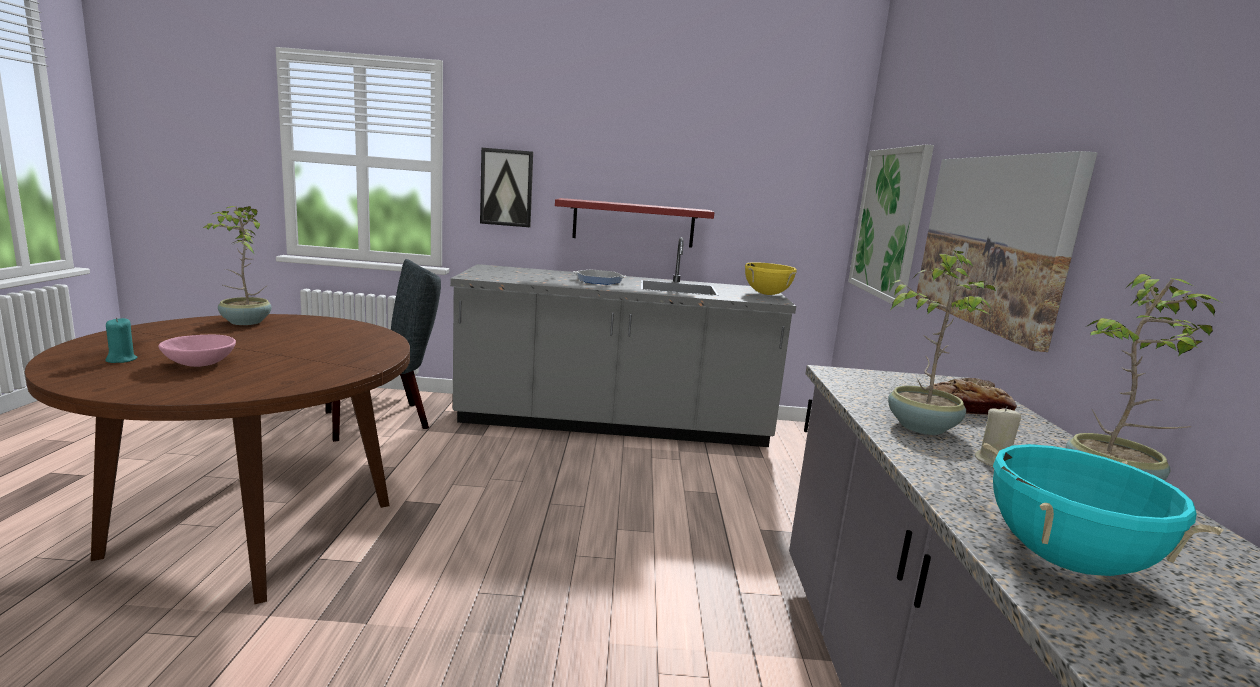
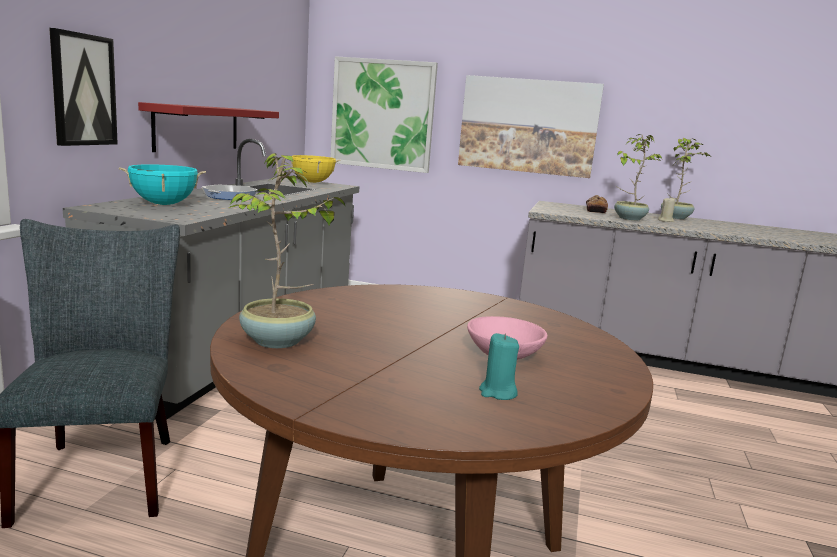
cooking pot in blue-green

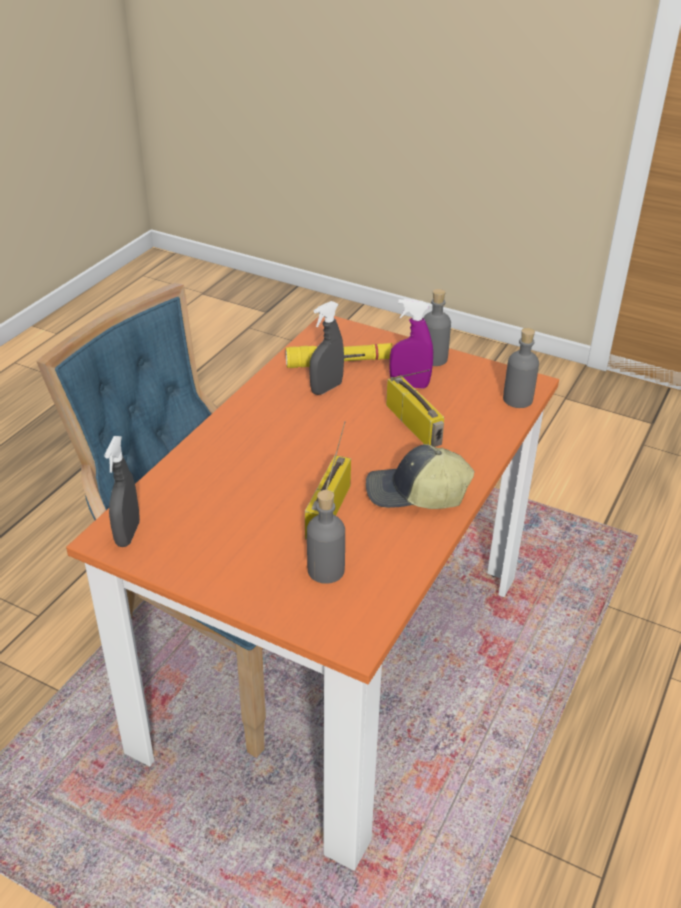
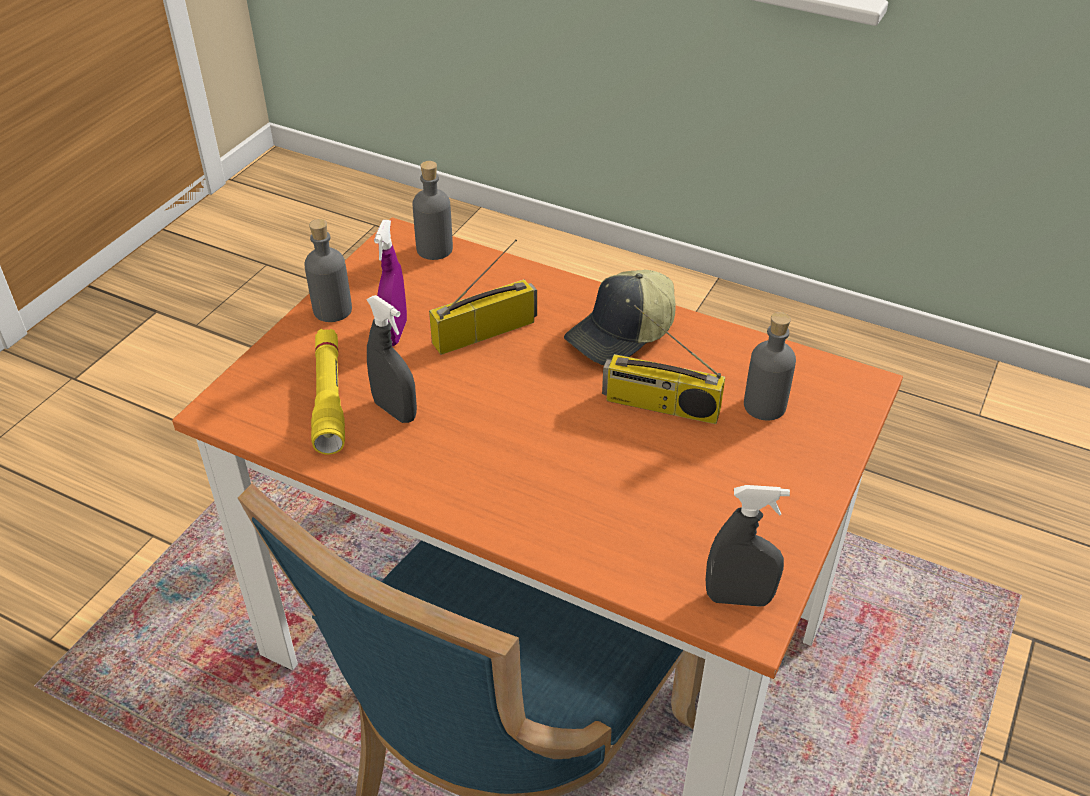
cap

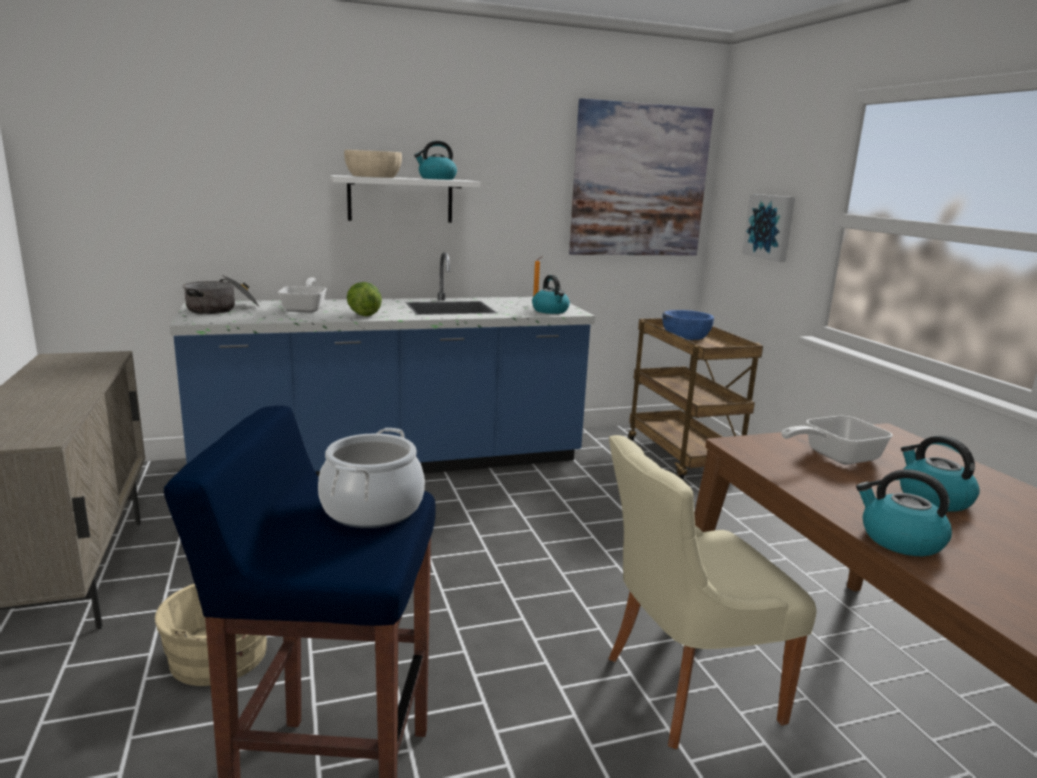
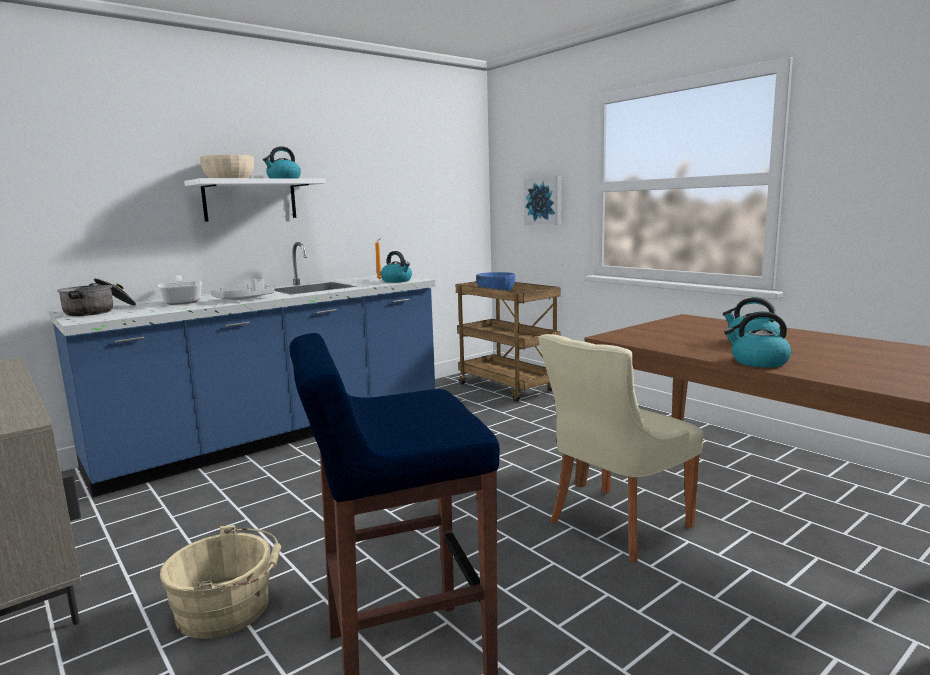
tray in gray
cooking pot (no. 2 from left in the first image)
wall picture (no. 1 from left in the first image)
skillet (no. 2 from left in the first image)

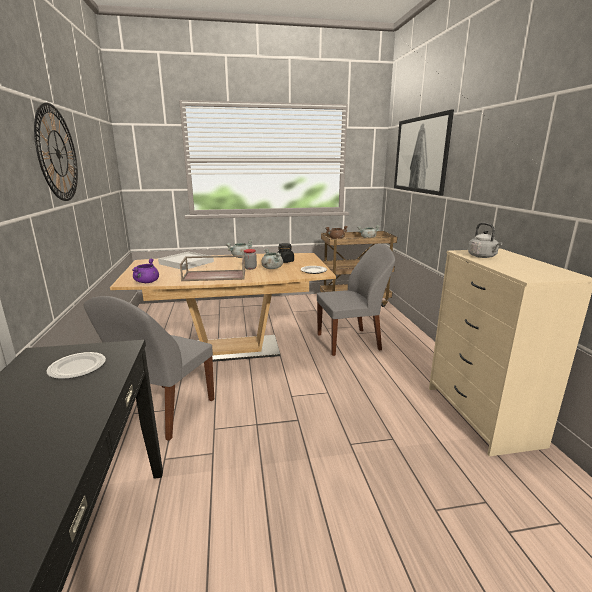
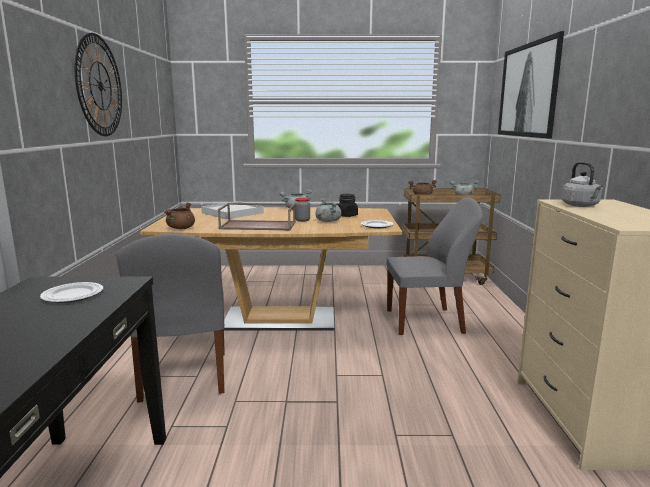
chair in gray (no. 1 from left)
cooking pot in brown-coloured (no. 1 from left)

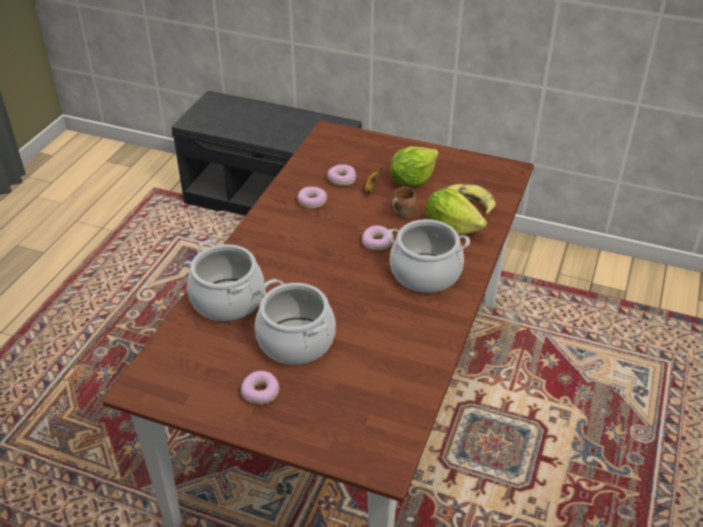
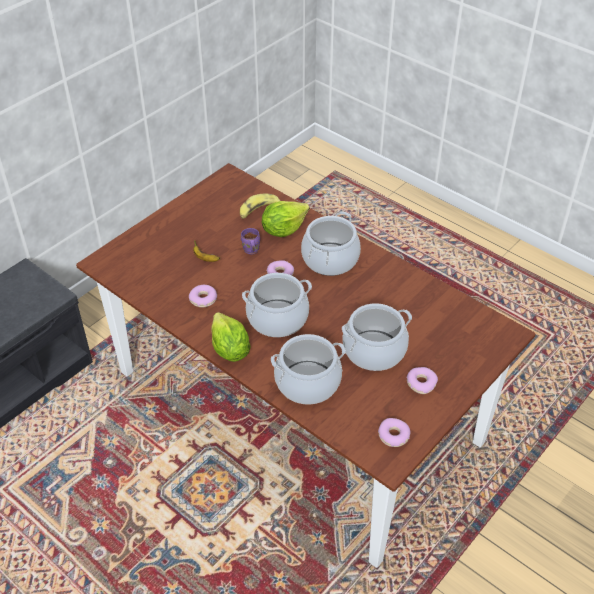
lettuce head (no. 1 from left)
coffee mug in purplish
cooking pot (no. 1 from left)
donut (no. 3 from left)

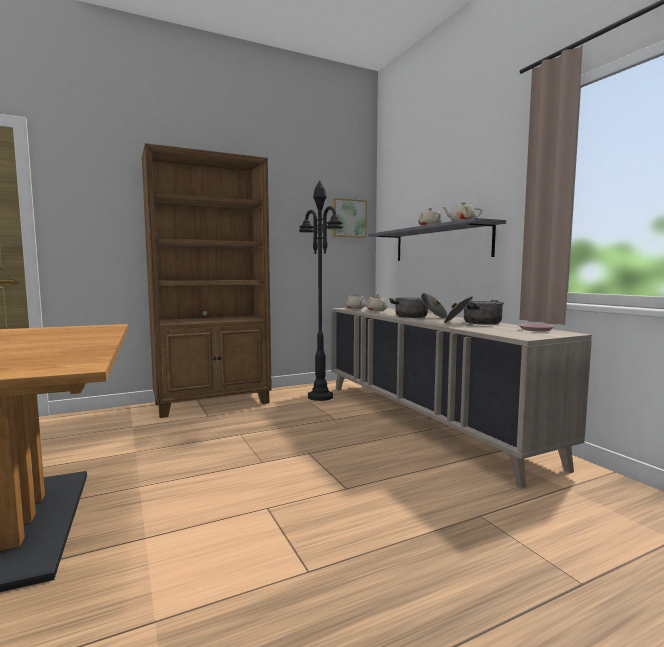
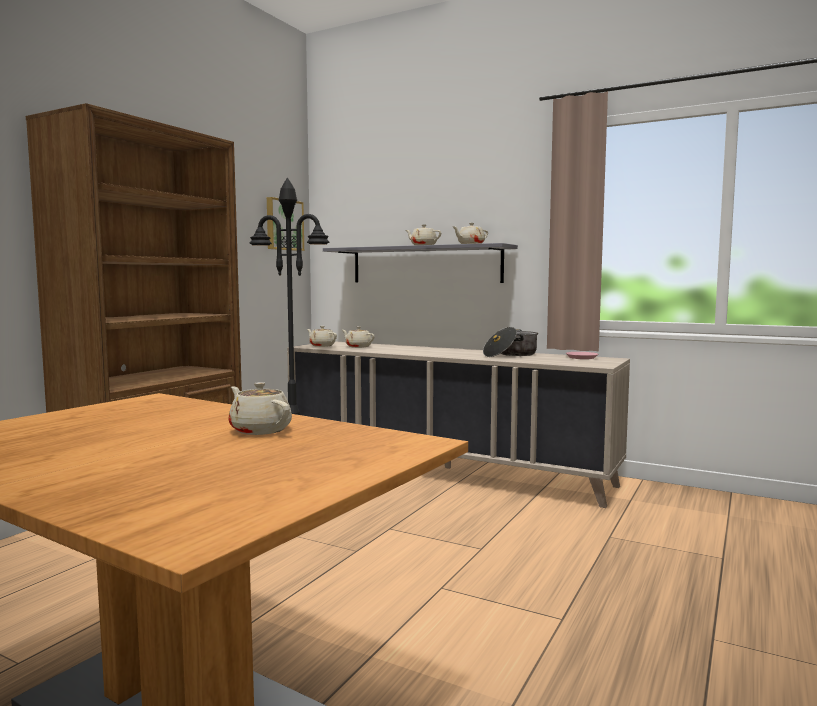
pot for tea in beige (no. 1 from left)
cooking pot (no. 1 from left in the first image)

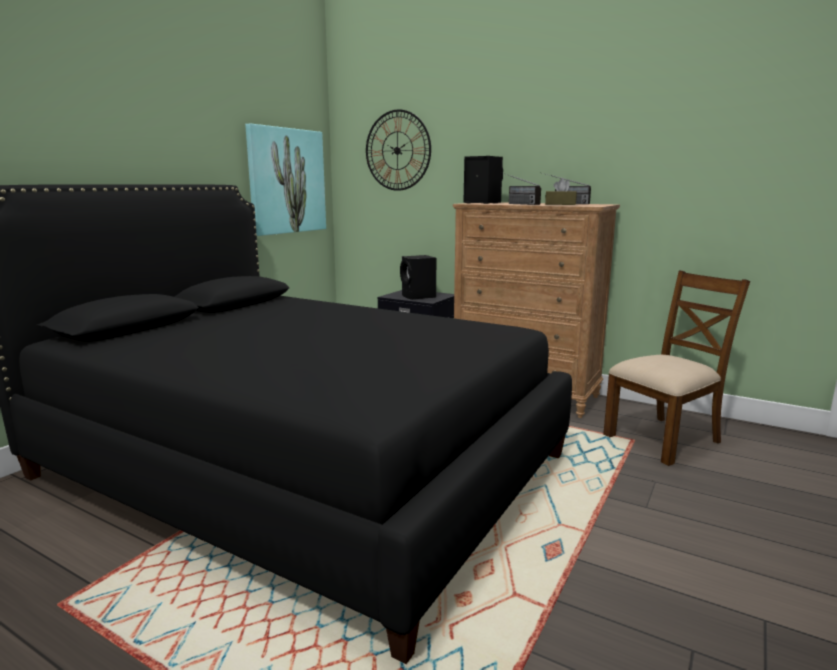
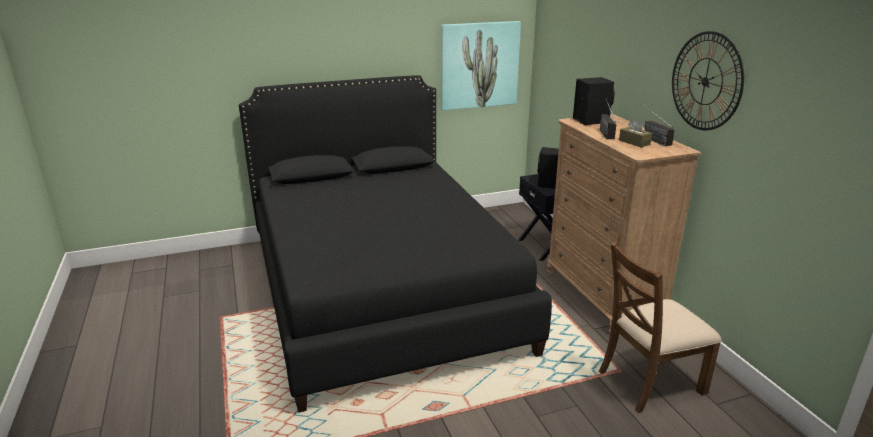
chair in brown-coloured
hanging clock

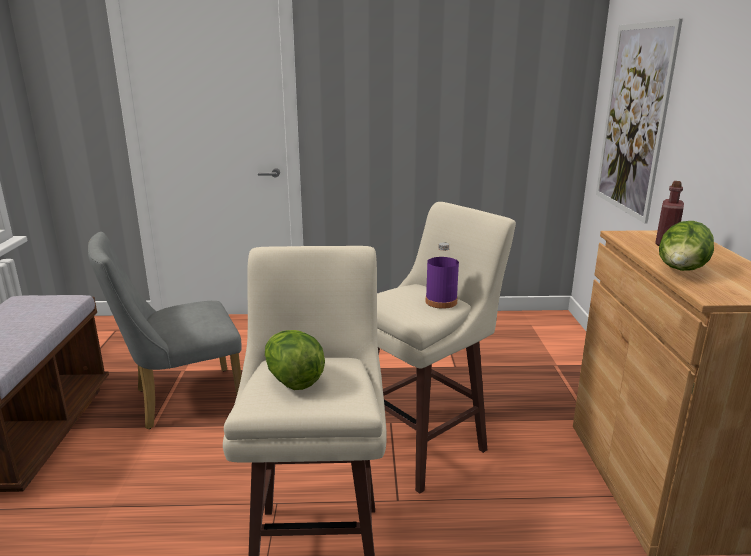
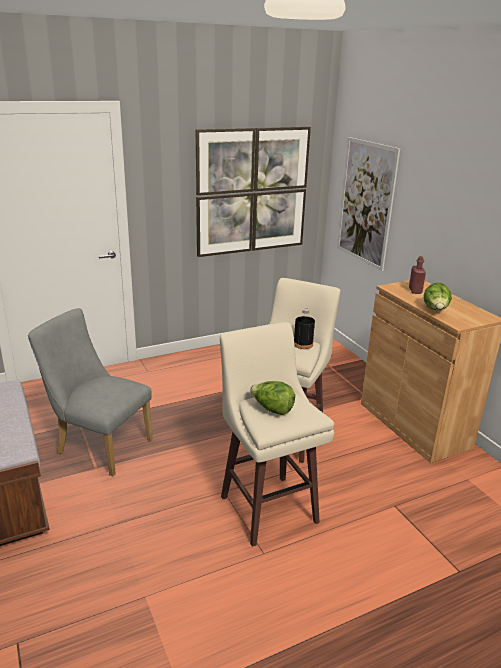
chair in gray
wall picture (no. 1 from left)
bottle in black-coloured

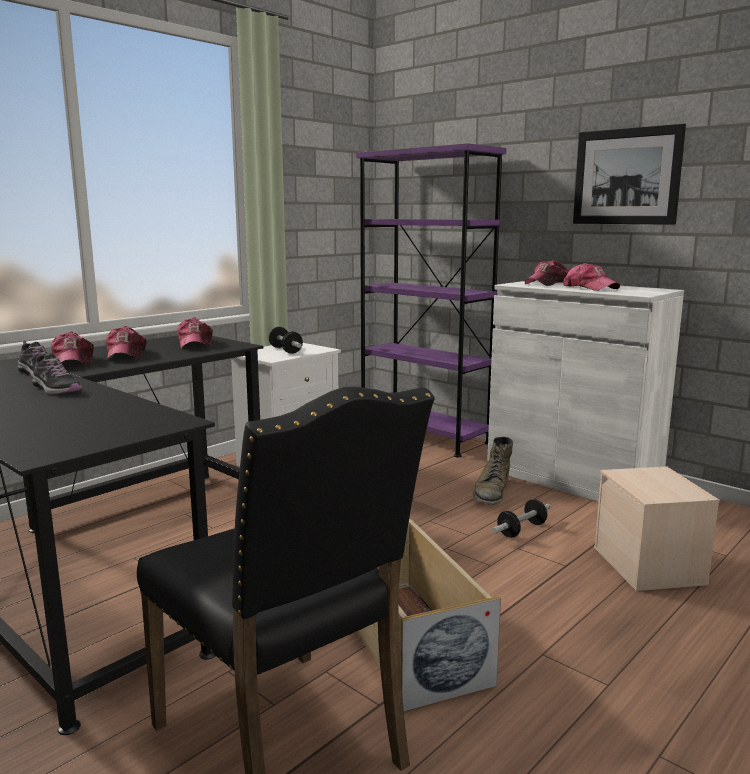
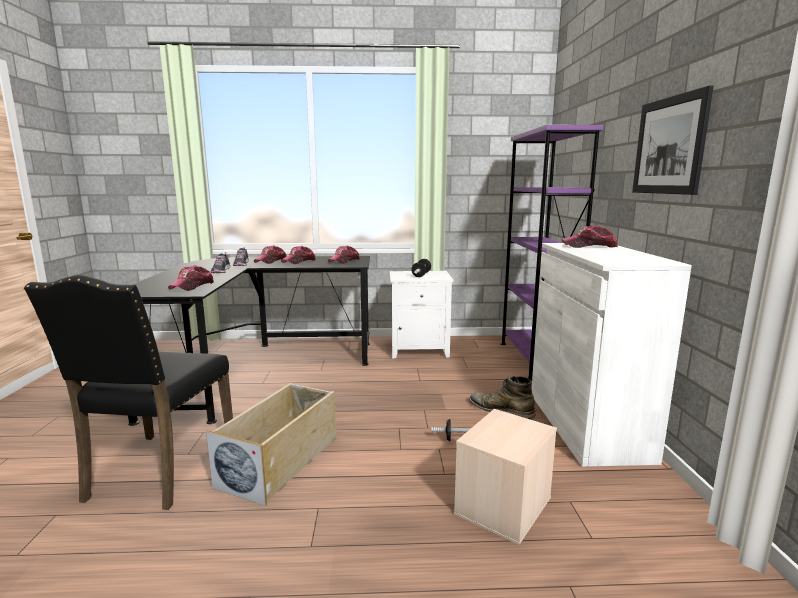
cap (no. 1 from left)
tall boot in green-coloured

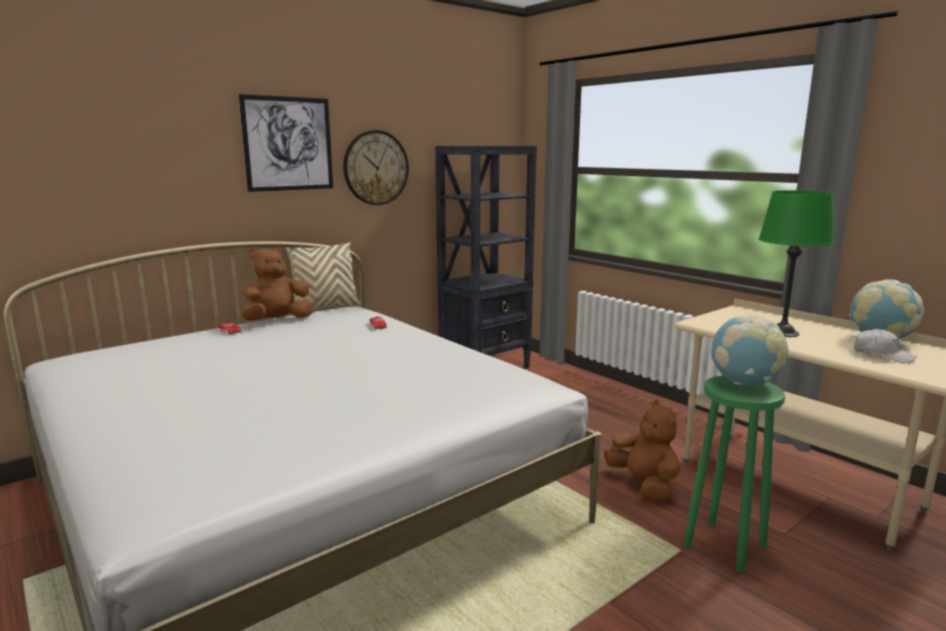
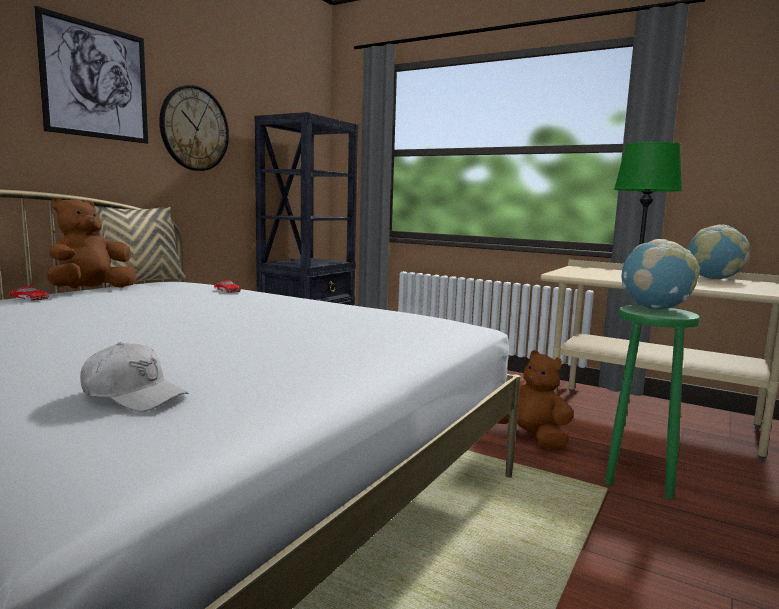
cap in white

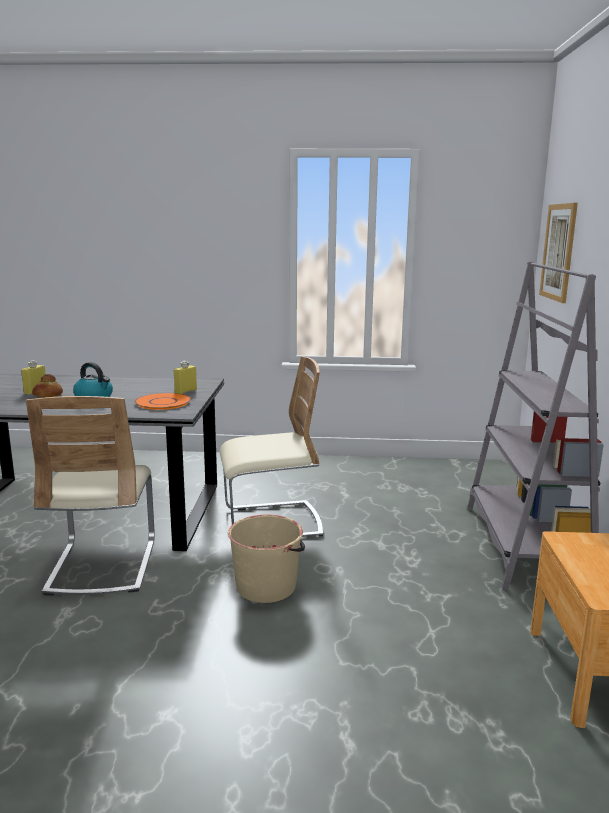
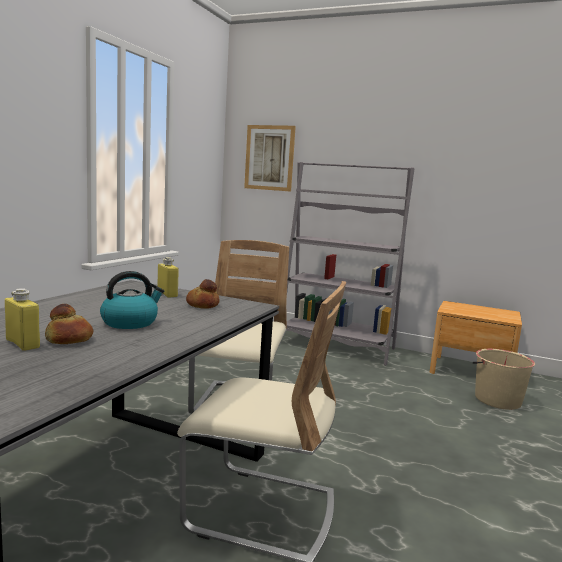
bakery bread (no. 2 from left)
pail in beige

